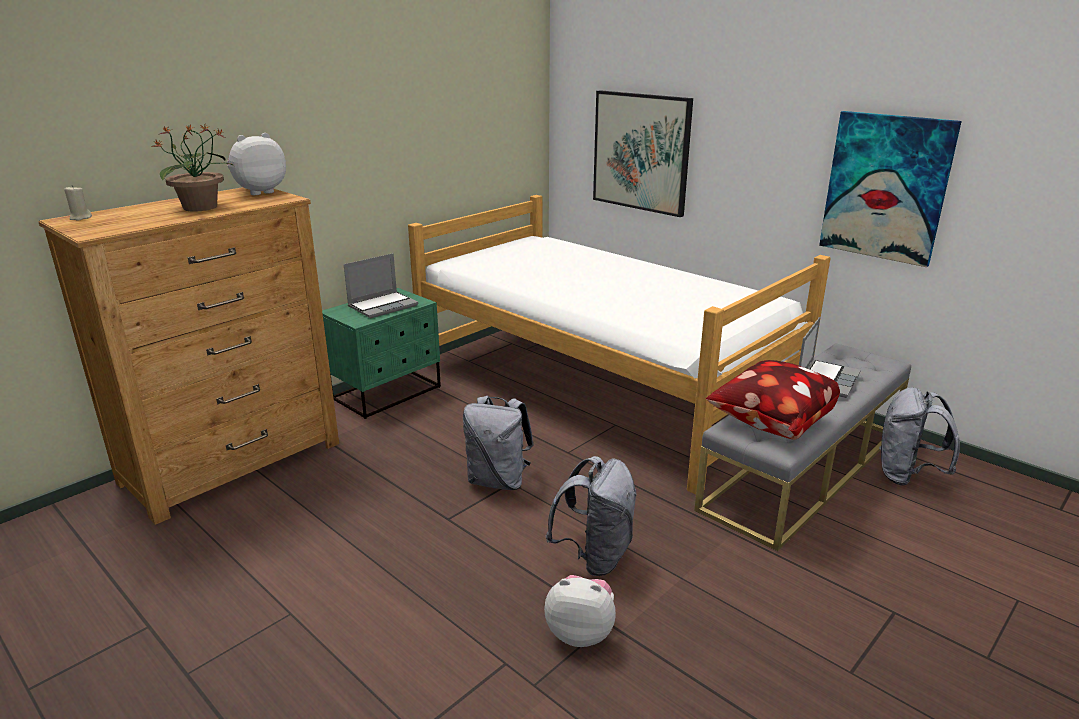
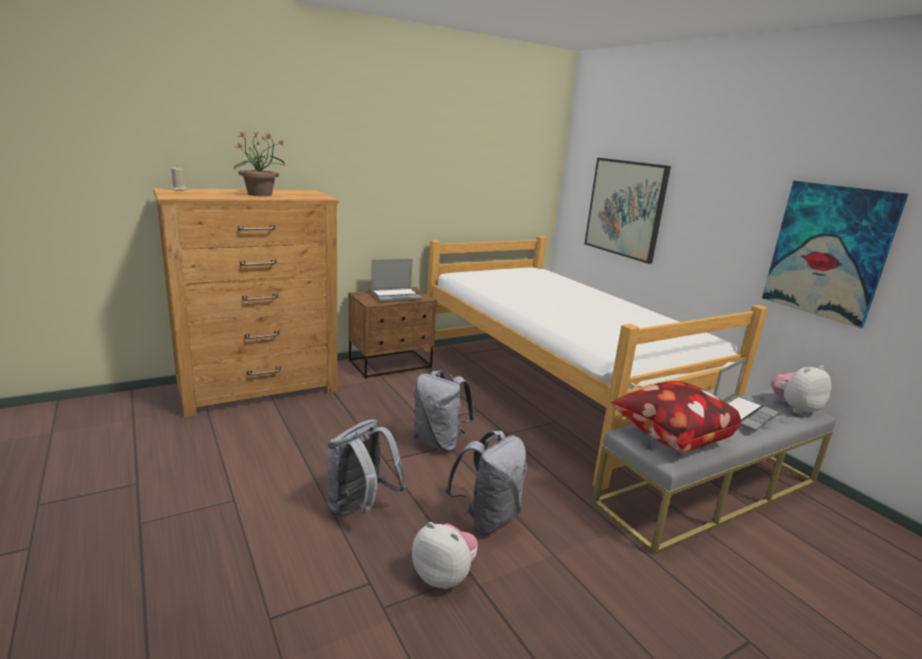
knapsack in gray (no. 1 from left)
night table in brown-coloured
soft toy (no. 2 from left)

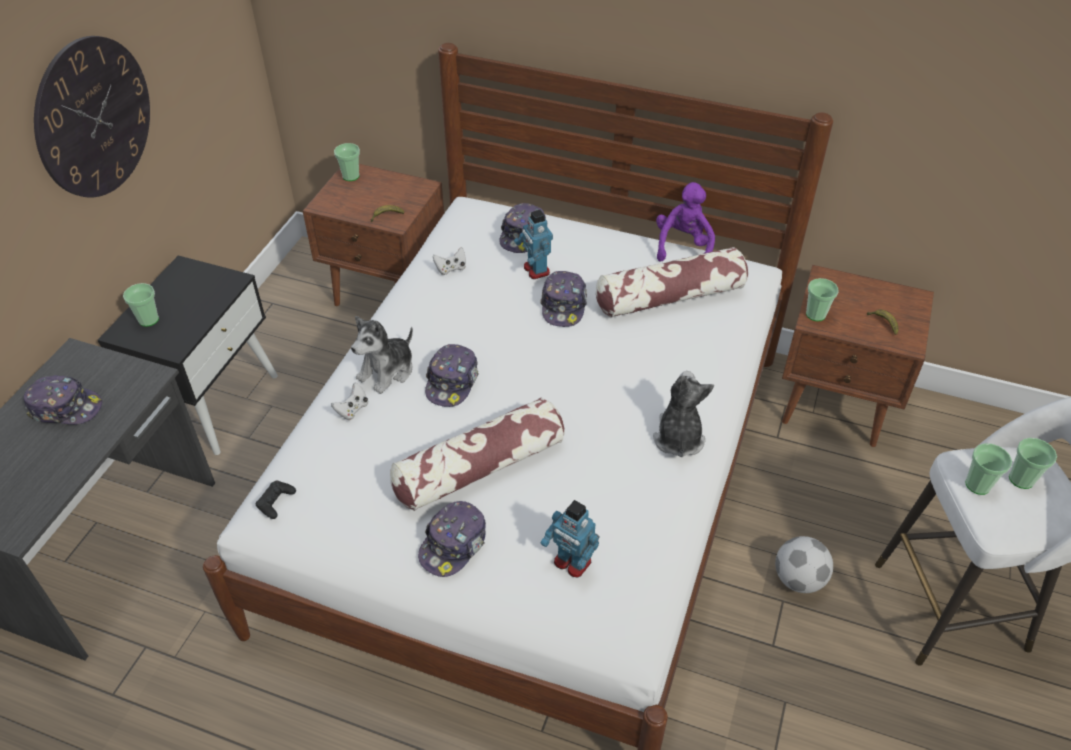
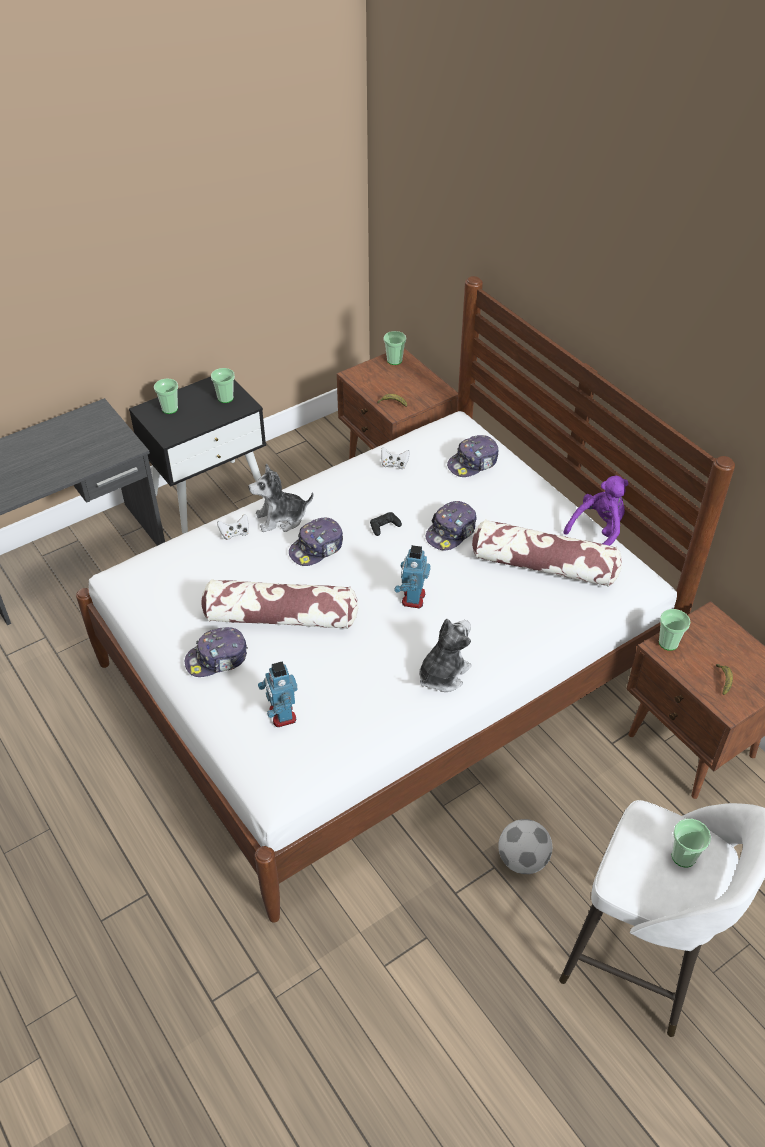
small cup (no. 2 from left)
joypad in black-coloured
robot figure (no. 2 from left)
cap (no. 1 from left in the first image)
hanging clock

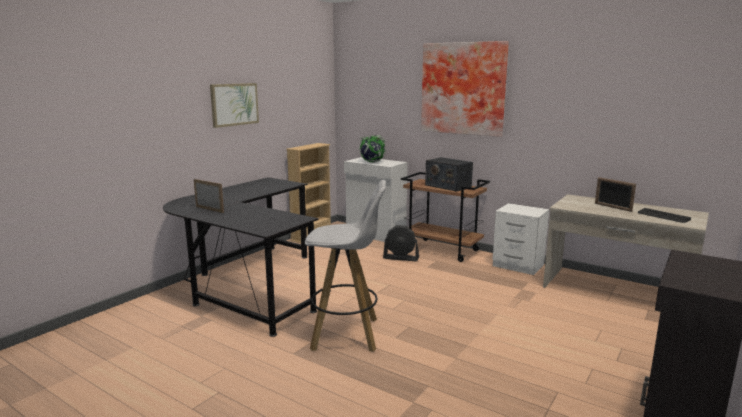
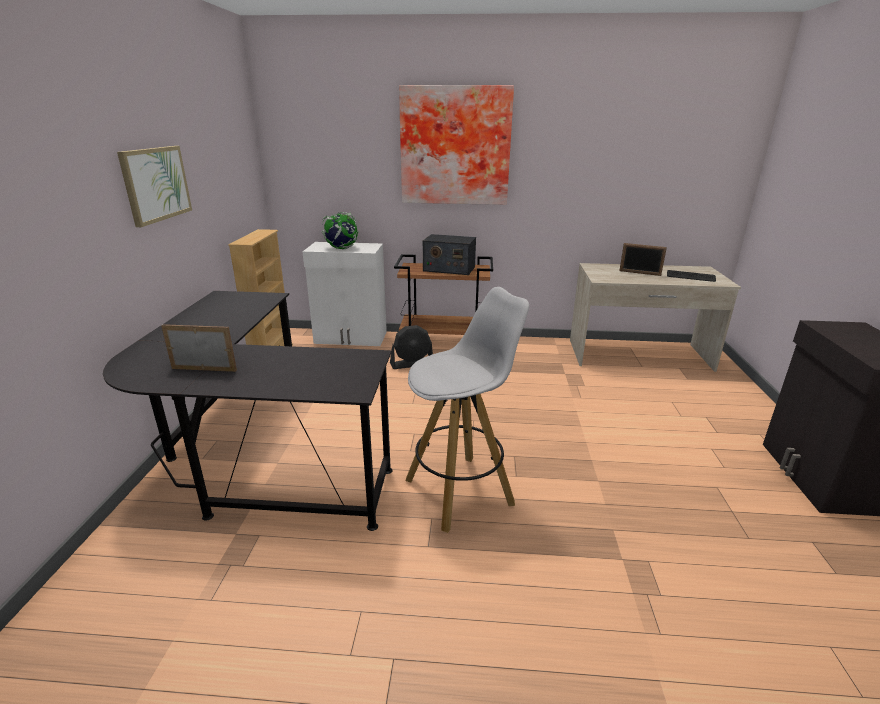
night table in white

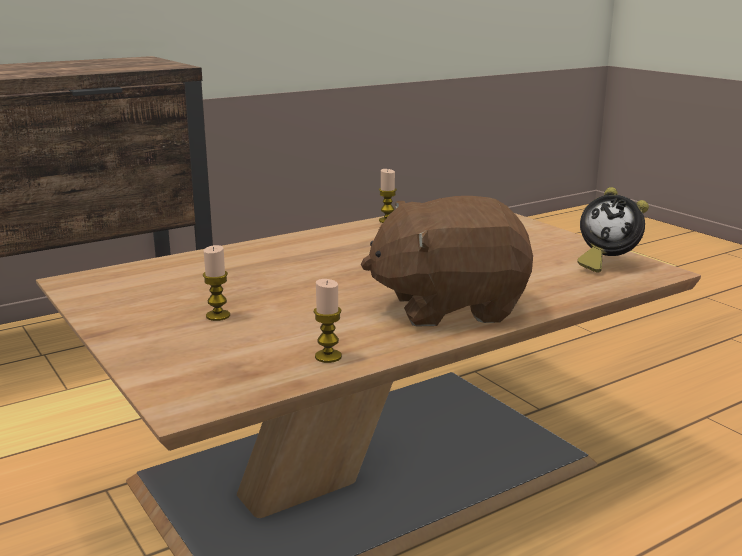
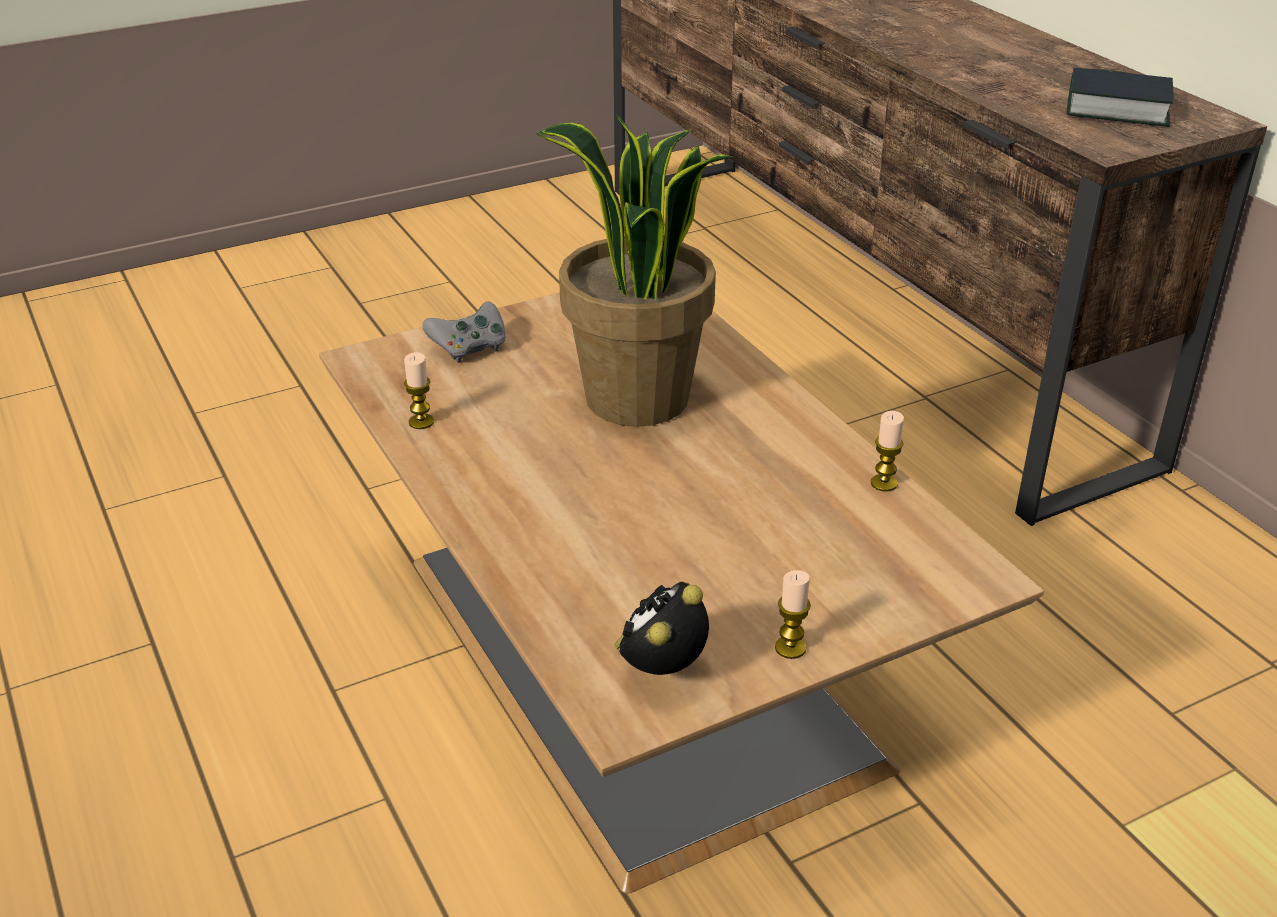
joypad in gray
houseplant
wax candle (no. 2 from left)
volume
soft toy in brown-coloured

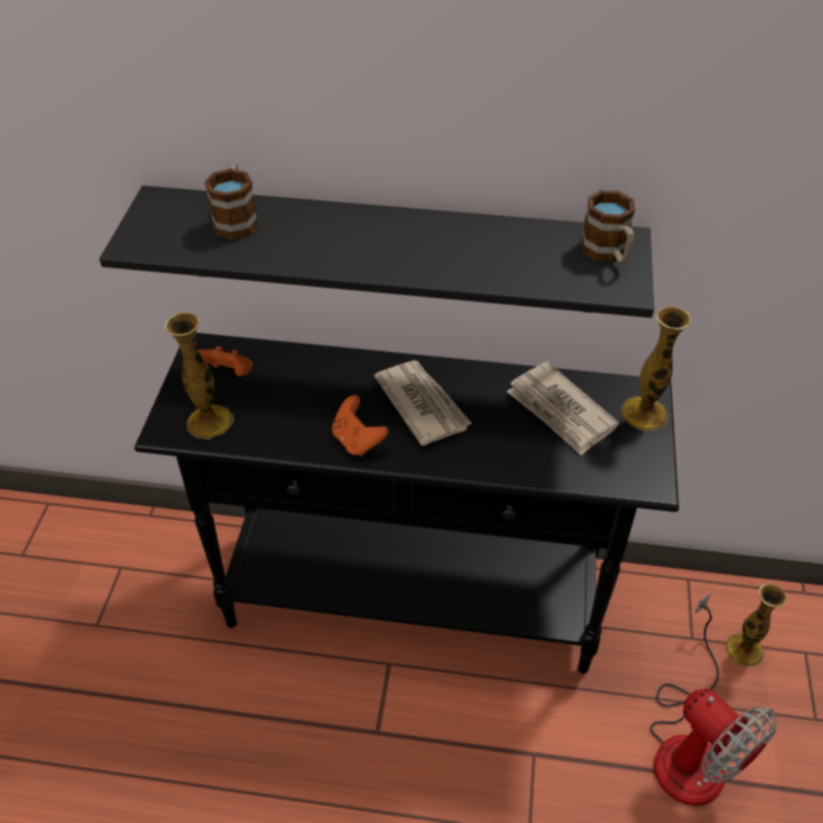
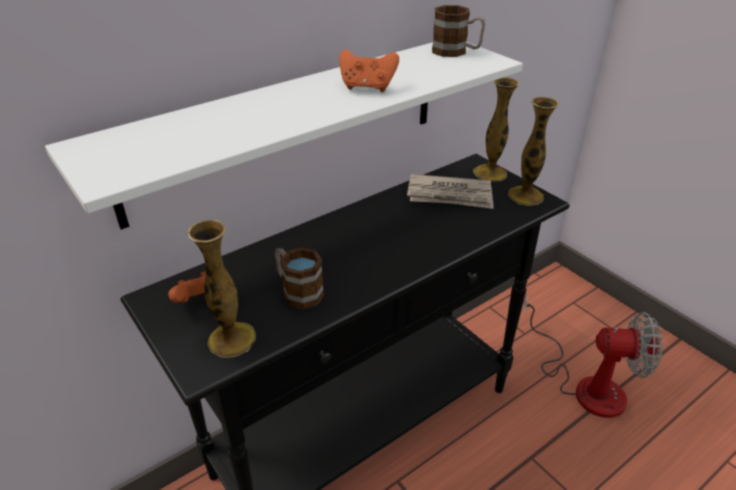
bracket shelf in white
coffee mug (no. 1 from left)
joypad in orangey (no. 2 from left)
vase (no. 3 from left)
daily paper (no. 1 from left in the first image)

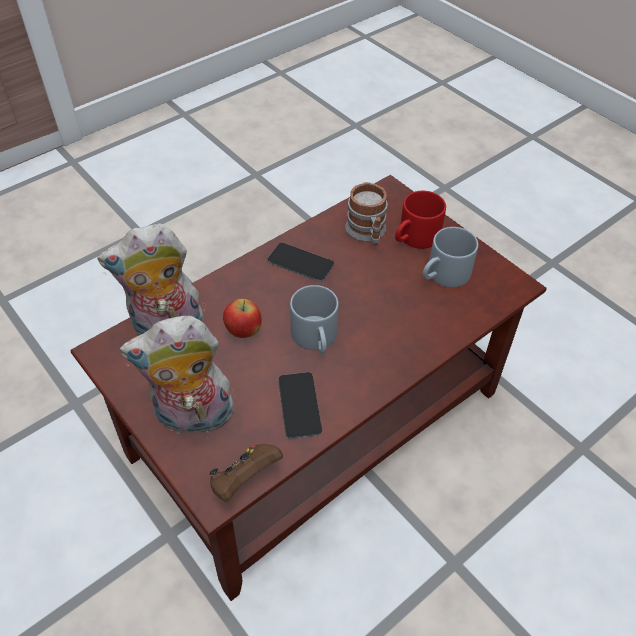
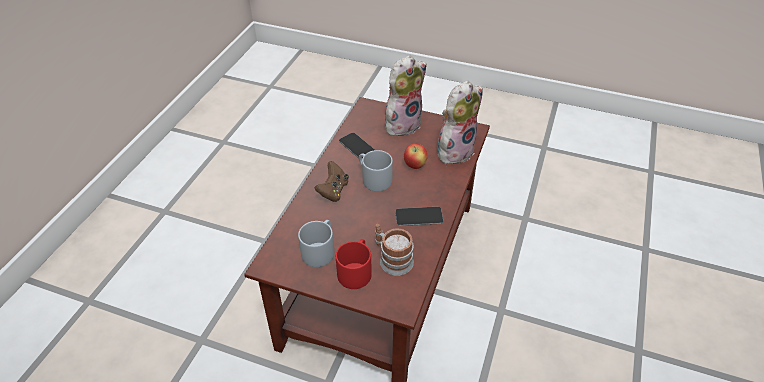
joypad in brown-coloured

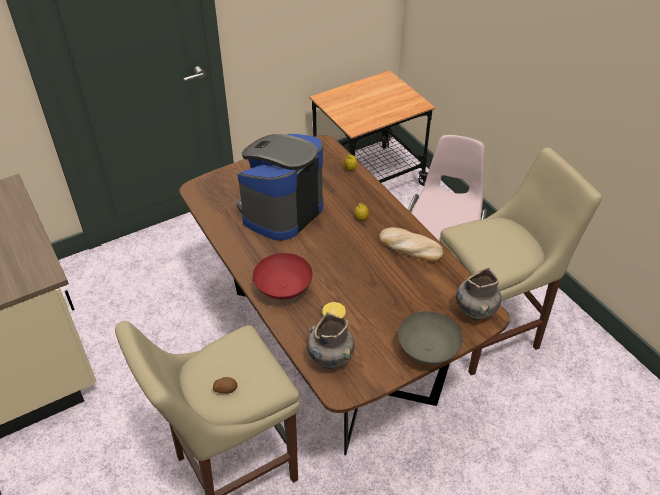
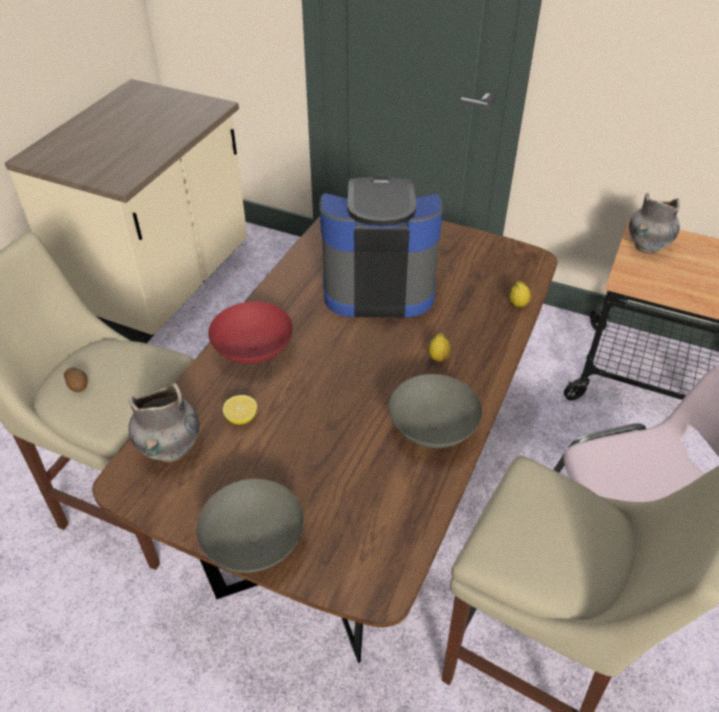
bowl in gray (no. 2 from left)
vase in gray (no. 2 from left)

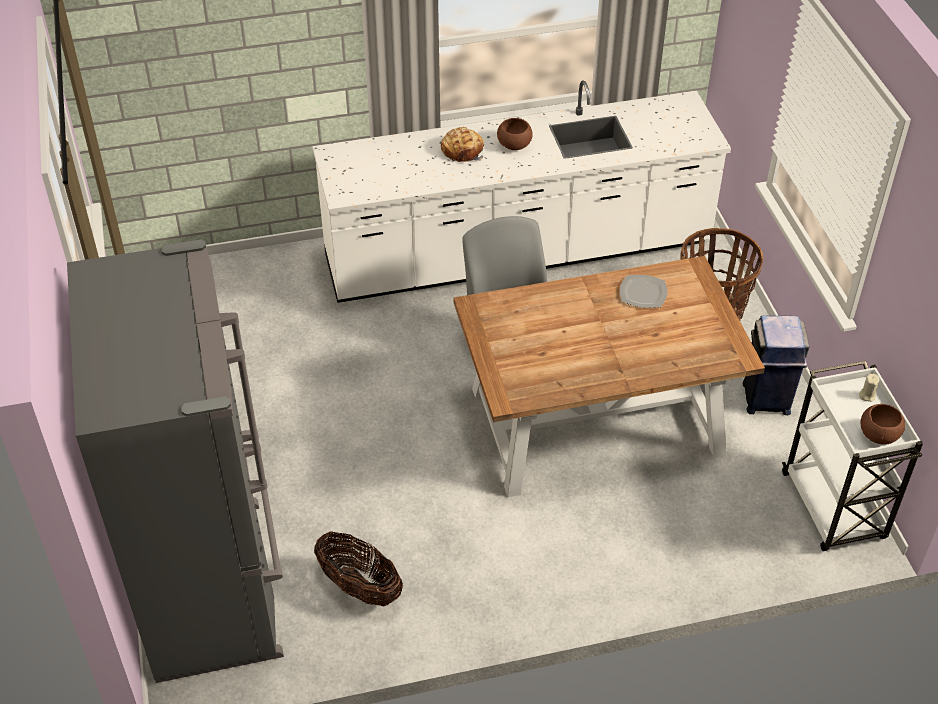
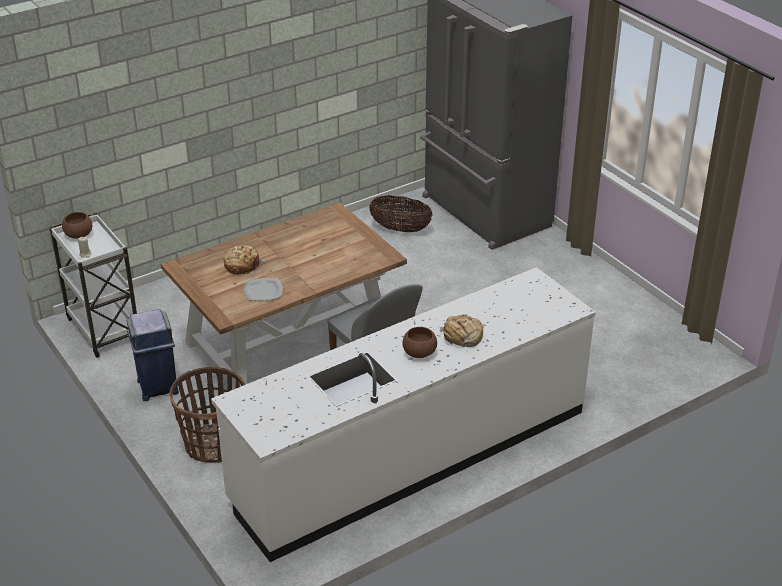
bakery bread (no. 1 from left)

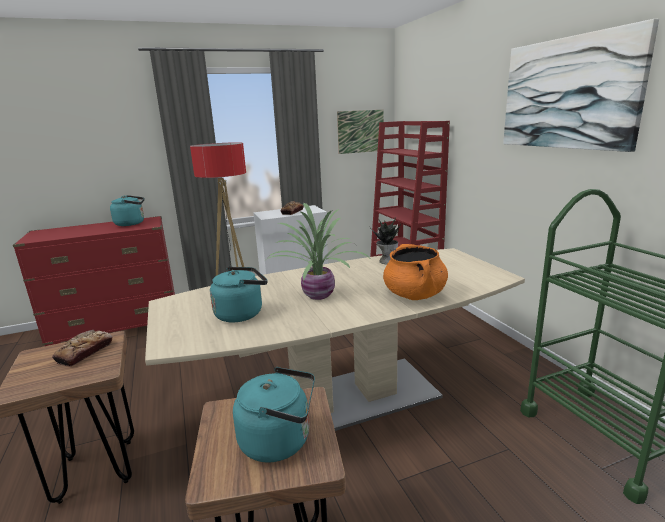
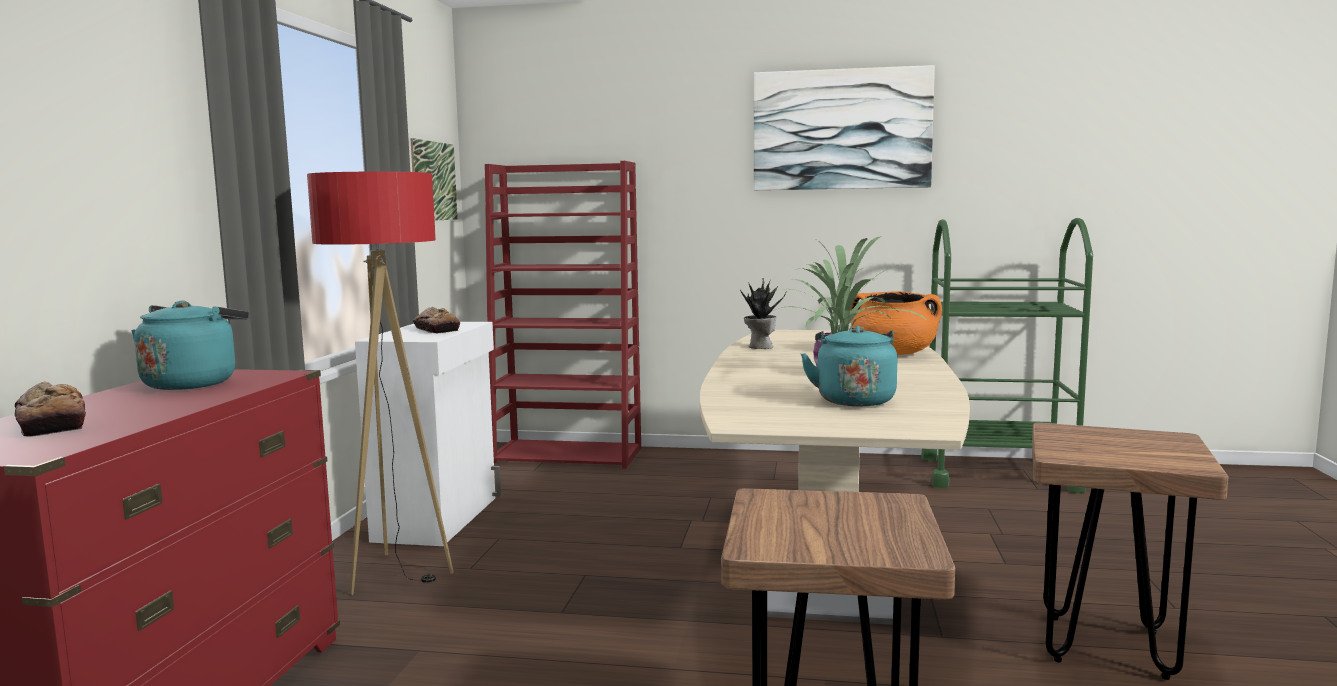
bakery bread (no. 1 from left)
water kettle in blue-green (no. 3 from left in the first image)

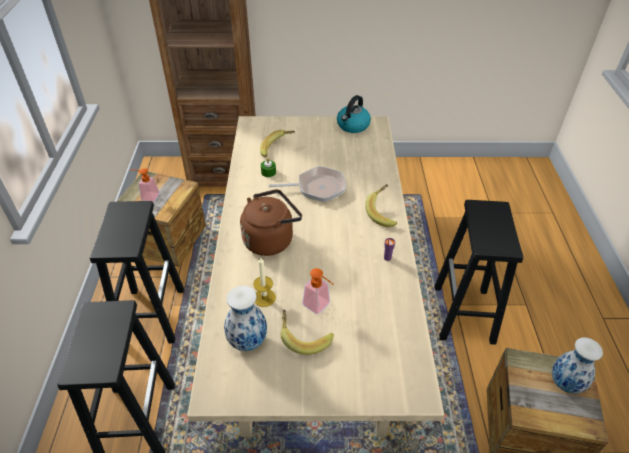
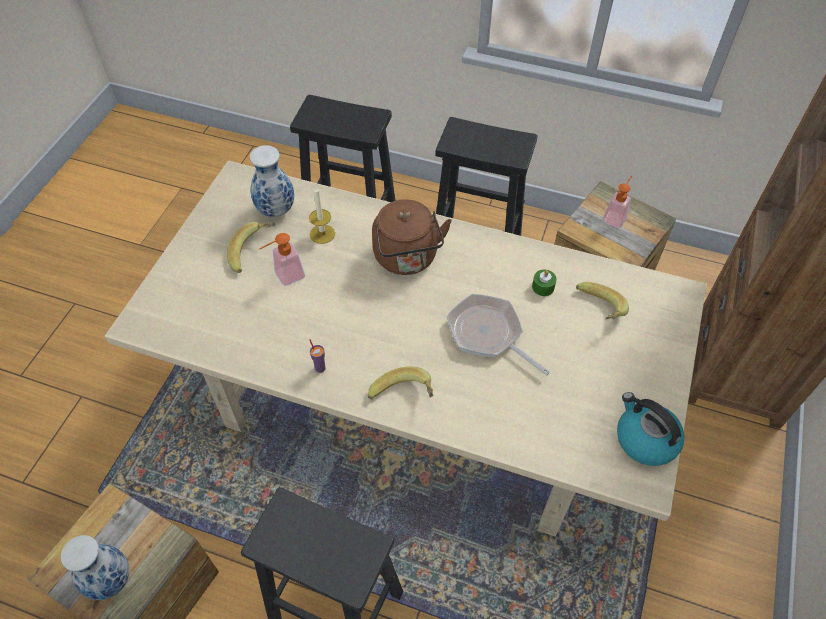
skillet

